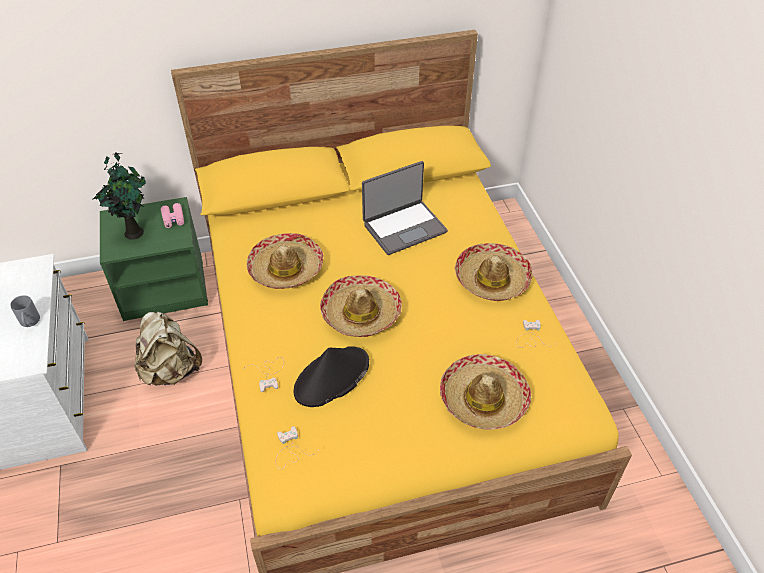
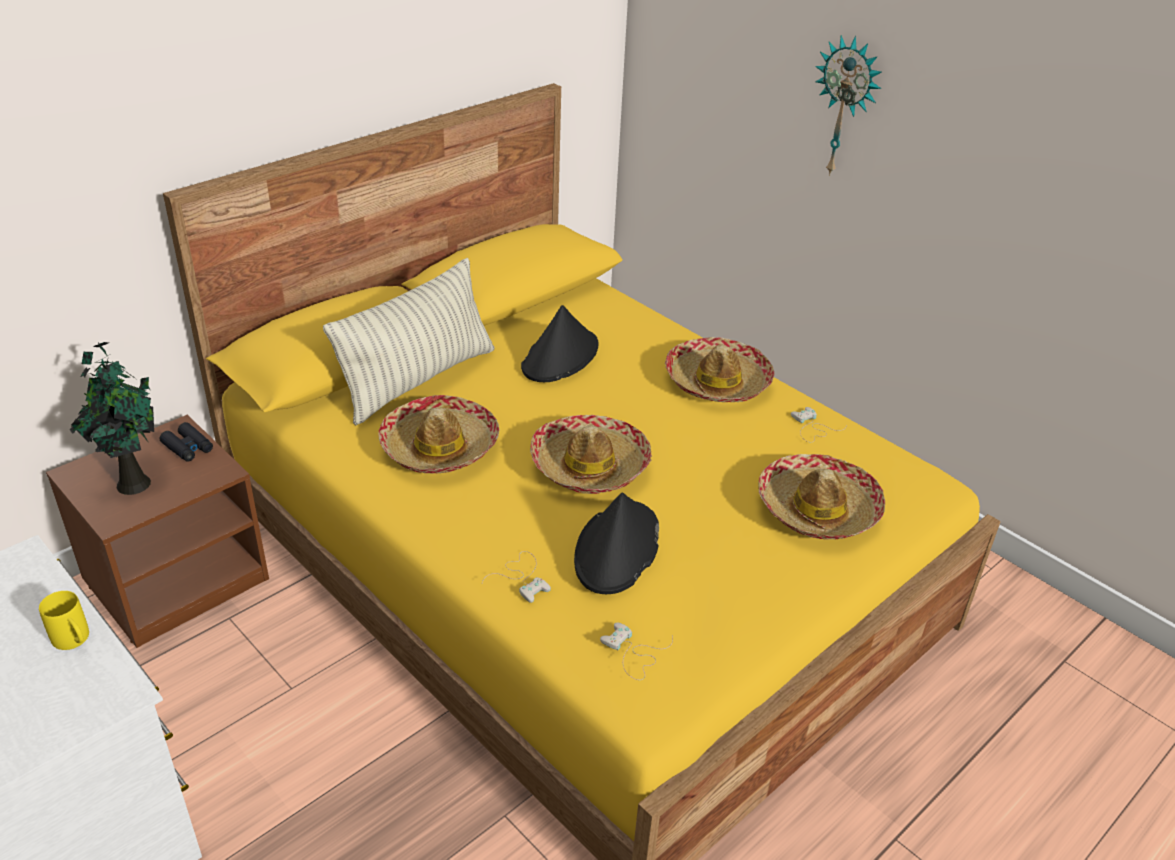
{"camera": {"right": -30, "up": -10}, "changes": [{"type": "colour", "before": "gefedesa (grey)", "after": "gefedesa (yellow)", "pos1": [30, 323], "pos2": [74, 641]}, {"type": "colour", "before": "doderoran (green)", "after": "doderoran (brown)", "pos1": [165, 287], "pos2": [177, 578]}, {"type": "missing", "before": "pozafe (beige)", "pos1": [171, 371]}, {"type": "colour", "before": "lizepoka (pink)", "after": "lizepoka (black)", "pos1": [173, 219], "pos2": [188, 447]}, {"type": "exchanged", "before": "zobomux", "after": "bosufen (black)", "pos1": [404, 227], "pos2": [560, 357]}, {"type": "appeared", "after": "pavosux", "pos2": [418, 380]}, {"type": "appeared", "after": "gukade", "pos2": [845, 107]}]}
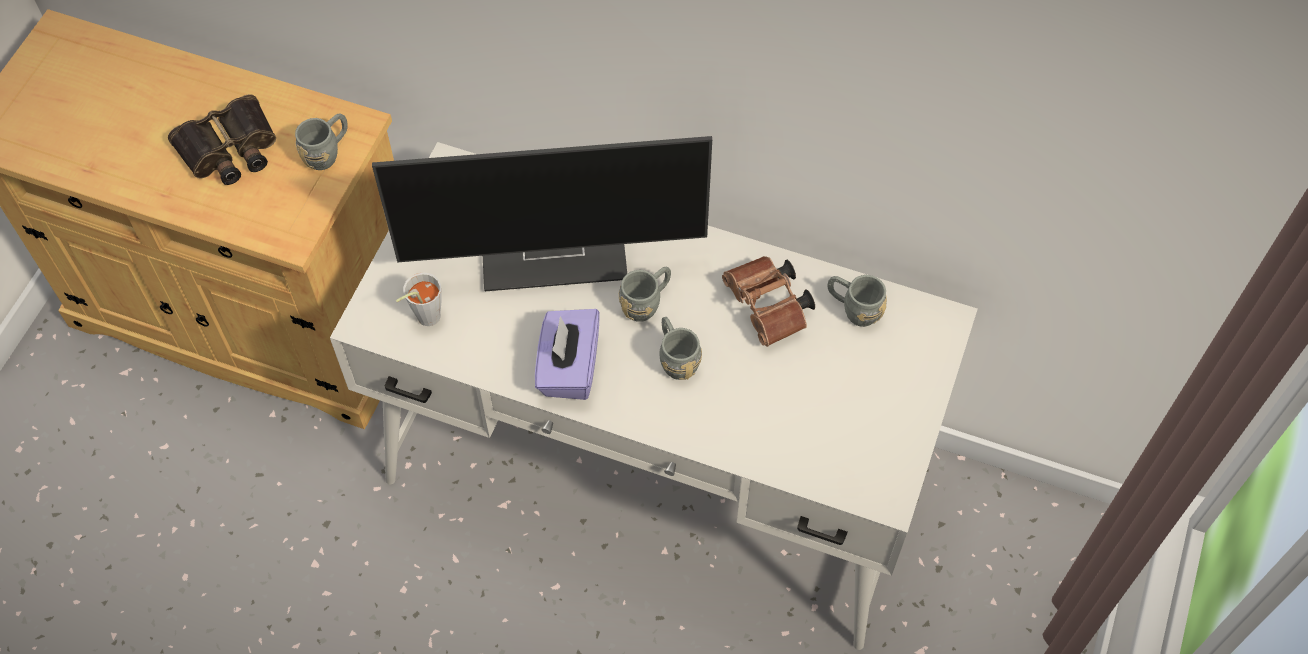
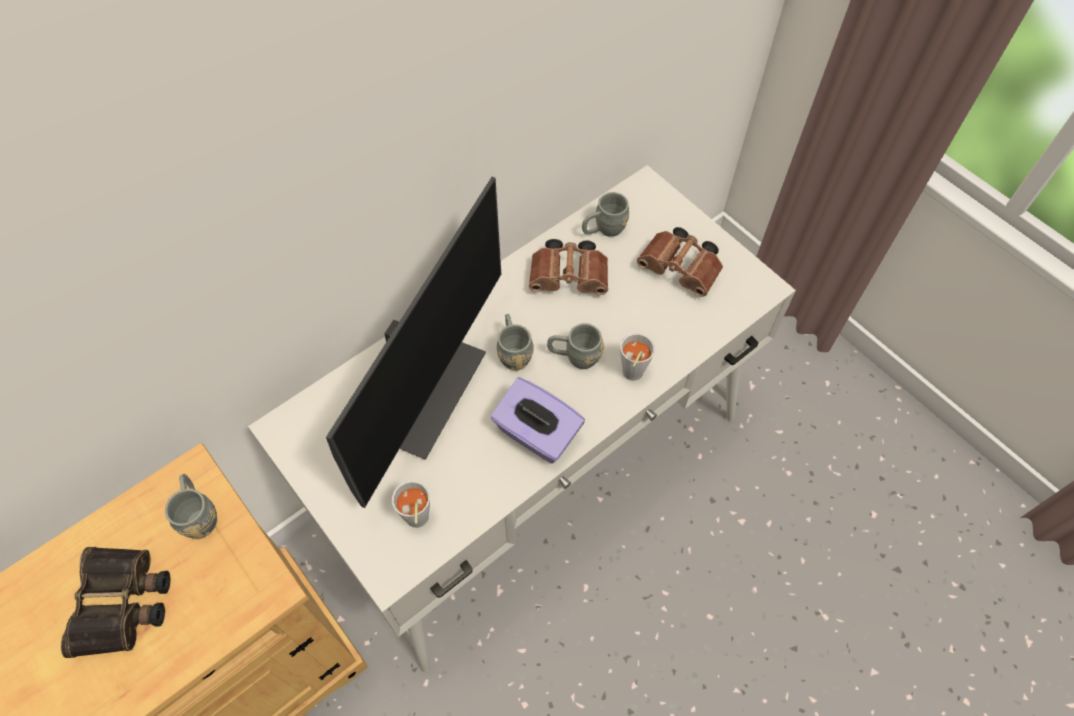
{"camera": {"right": -60, "up": 0}, "changes": [{"type": "appeared", "after": "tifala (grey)", "pos2": [630, 375]}, {"type": "appeared", "after": "lizepoka (brown)", "pos2": [682, 270]}]}
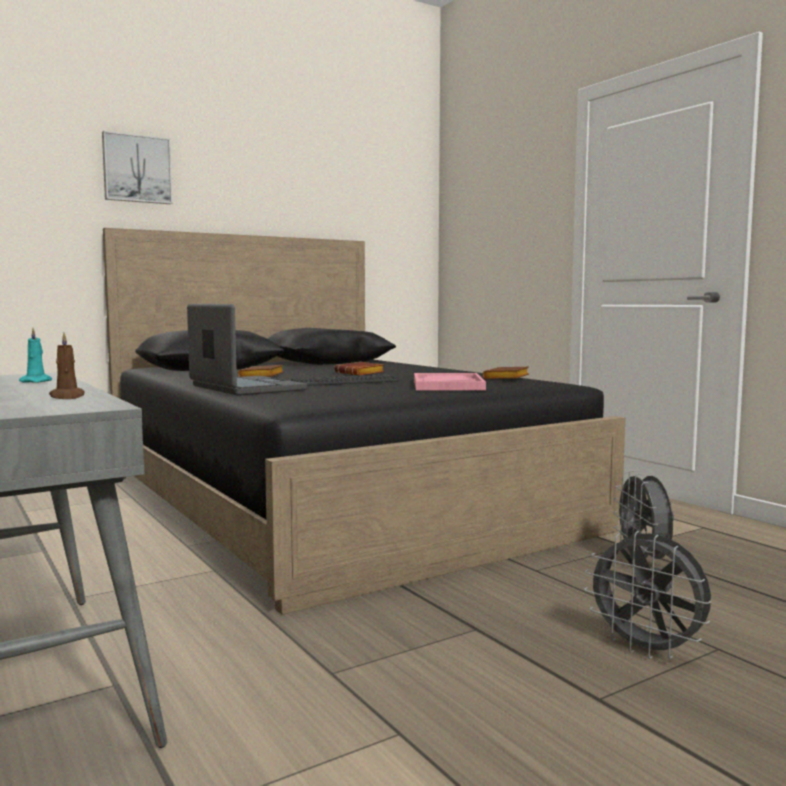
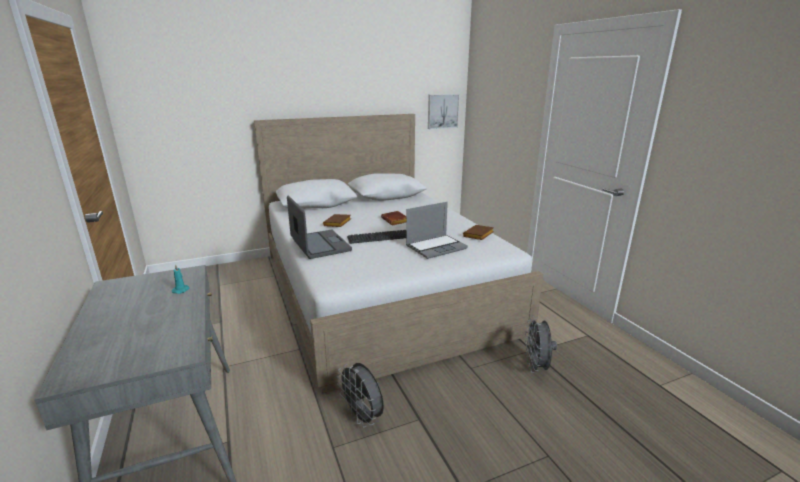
{"camera": {"right": 10, "up": 15}, "changes": [{"type": "missing", "before": "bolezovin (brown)", "pos1": [67, 397]}, {"type": "relocated", "before": "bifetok", "pos1": [137, 169], "pos2": [442, 111]}, {"type": "colour", "before": "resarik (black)", "after": "resarik (white)", "pos1": [335, 500], "pos2": [381, 288]}, {"type": "exchanged", "before": "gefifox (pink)", "after": "zobomux", "pos1": [447, 385], "pos2": [436, 247]}, {"type": "relocated", "before": "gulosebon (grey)", "pos1": [648, 650], "pos2": [363, 417]}]}
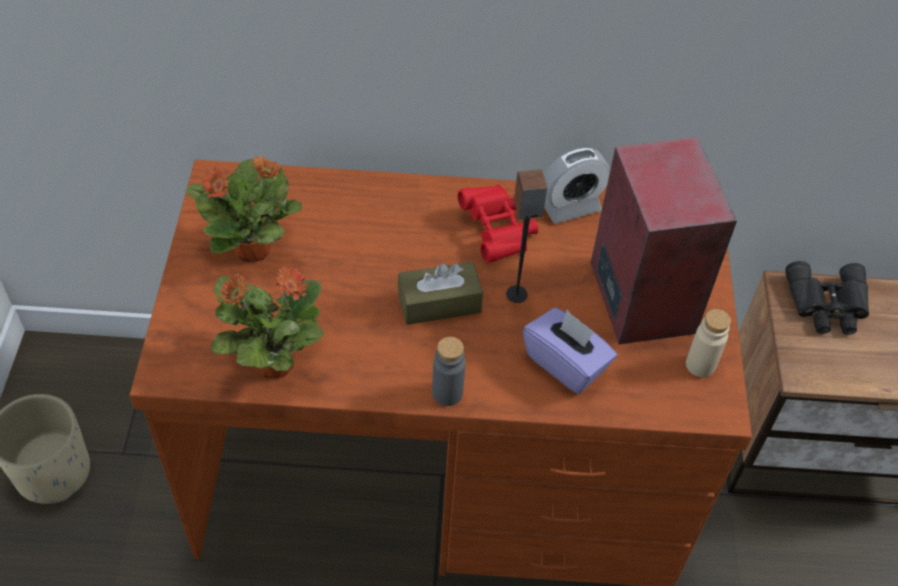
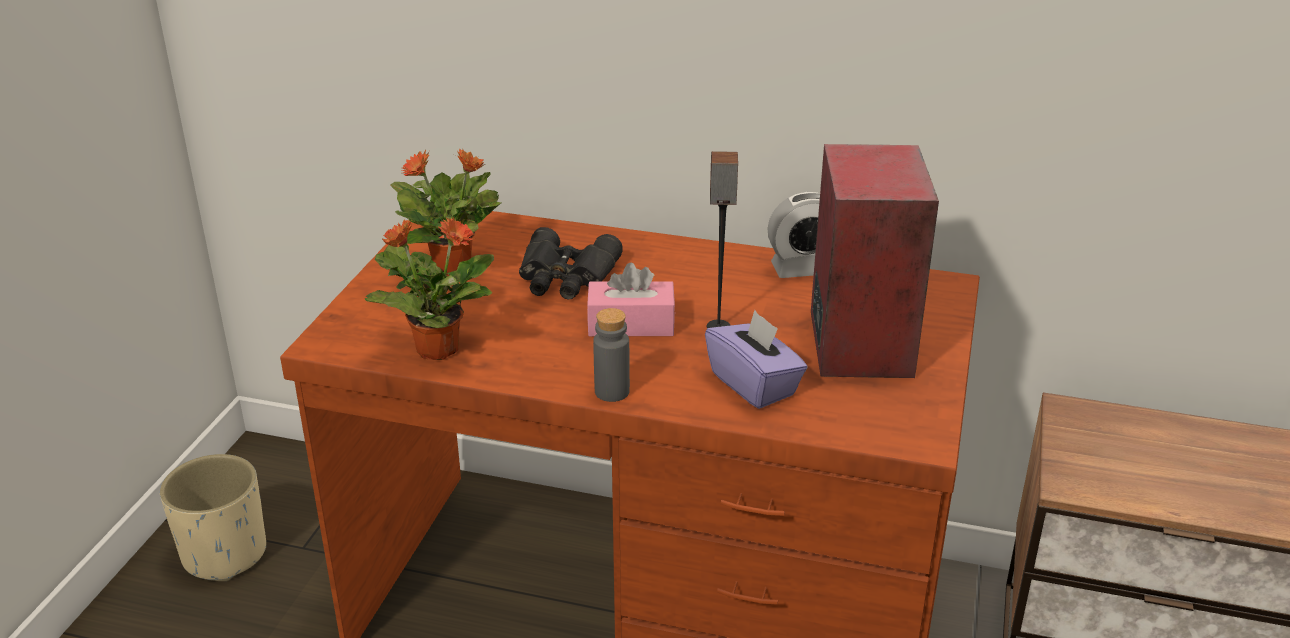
{"camera": {"right": 15, "up": -20}, "changes": [{"type": "colour", "before": "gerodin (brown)", "after": "gerodin (pink)", "pos1": [439, 303], "pos2": [631, 324]}, {"type": "missing", "before": "lizepoka (red)", "pos1": [498, 232]}, {"type": "missing", "before": "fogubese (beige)", "pos1": [700, 365]}, {"type": "relocated", "before": "lizepoka (black)", "pos1": [827, 305], "pos2": [566, 277]}]}
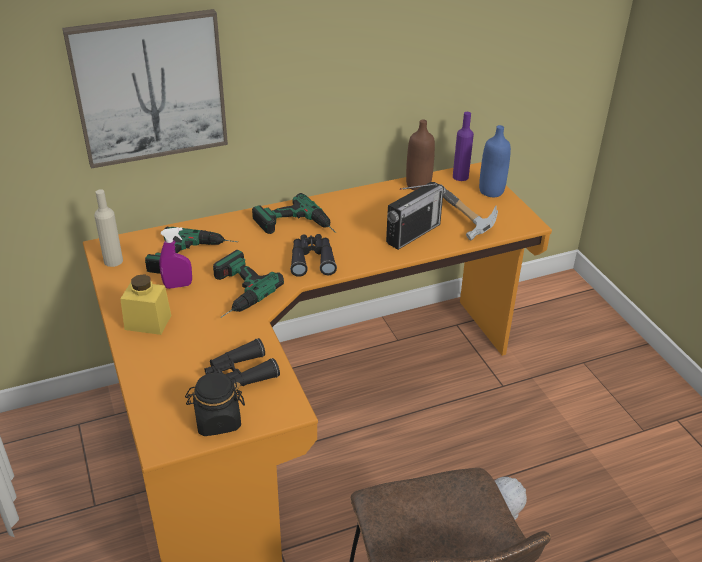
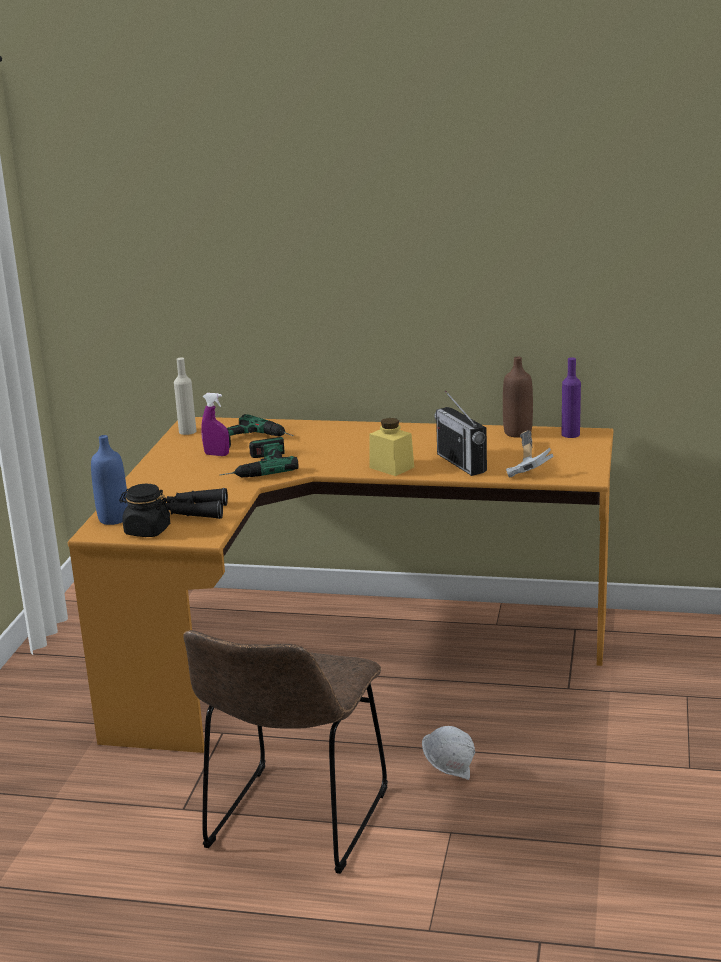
{"camera": {"right": 35, "up": -15}, "changes": [{"type": "missing", "before": "bifetok", "pos1": [150, 88]}, {"type": "relocated", "before": "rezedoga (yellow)", "pos1": [148, 322], "pos2": [391, 467]}, {"type": "missing", "before": "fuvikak", "pos1": [297, 227]}, {"type": "missing", "before": "lizepoka (black)", "pos1": [312, 260]}, {"type": "spun", "before": "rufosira", "pos1": [413, 233], "pos2": [461, 463], "turn": 75}, {"type": "relocated", "before": "fogubese (blue)", "pos1": [491, 191], "pos2": [113, 519]}]}
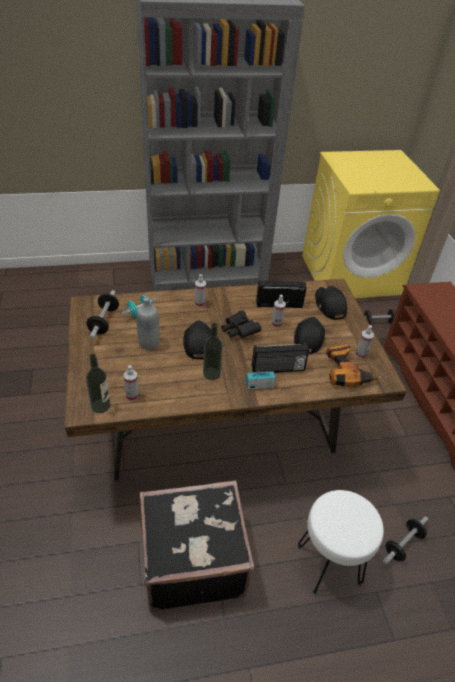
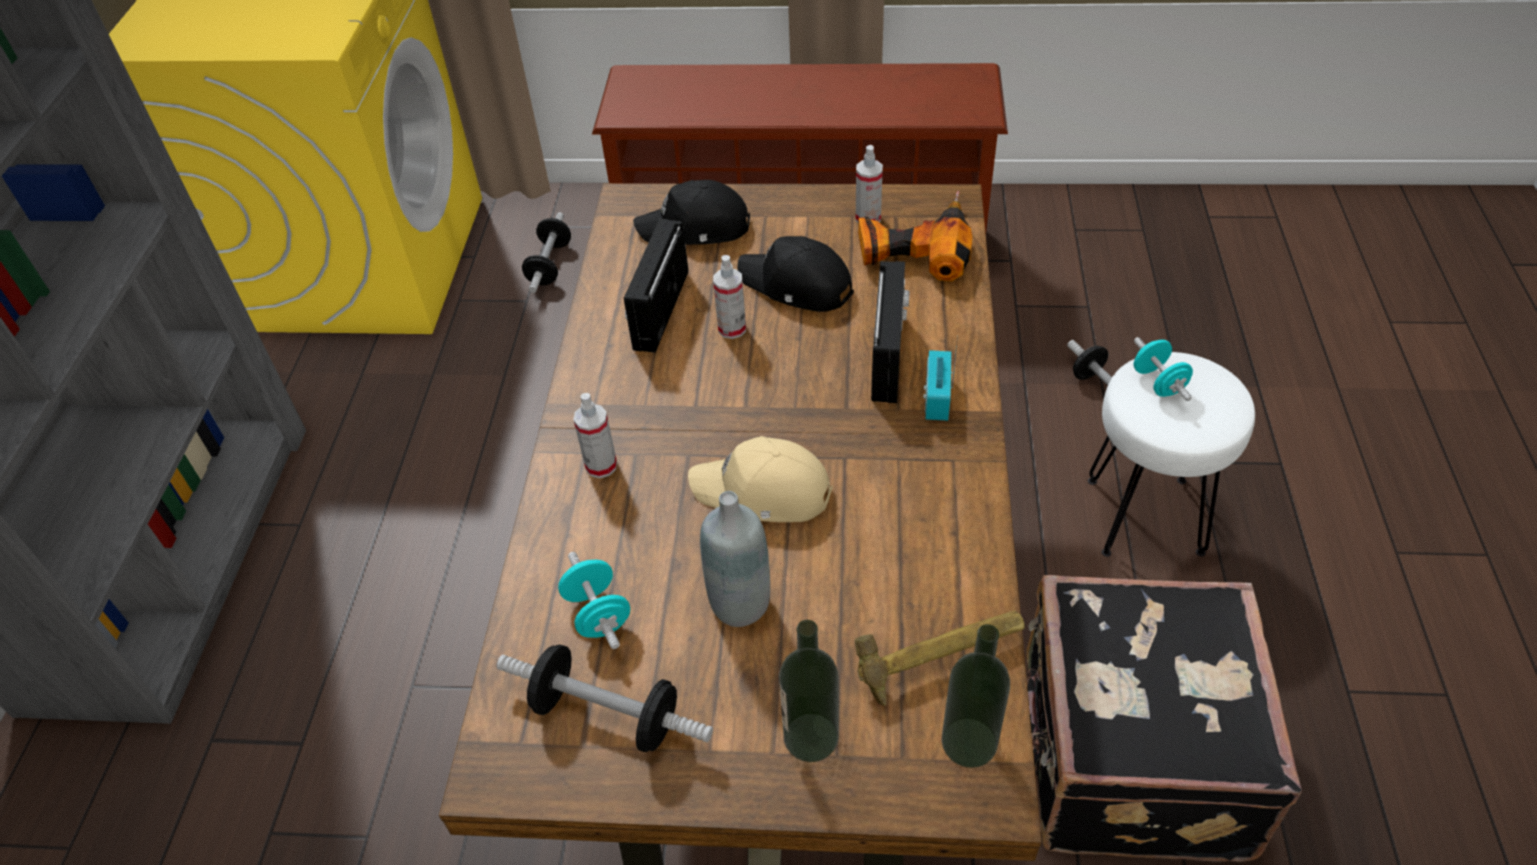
{"camera": {"right": -70, "up": 5}, "changes": [{"type": "exchanged", "before": "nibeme", "after": "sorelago", "pos1": [132, 396], "pos2": [939, 662]}, {"type": "colour", "before": "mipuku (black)", "after": "mipuku (beige)", "pos1": [198, 342], "pos2": [763, 492]}, {"type": "relocated", "before": "fogubese", "pos1": [211, 373], "pos2": [811, 737]}, {"type": "missing", "before": "lizepoka (black)", "pos1": [239, 331]}, {"type": "appeared", "after": "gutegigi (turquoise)", "pos2": [1158, 383]}]}
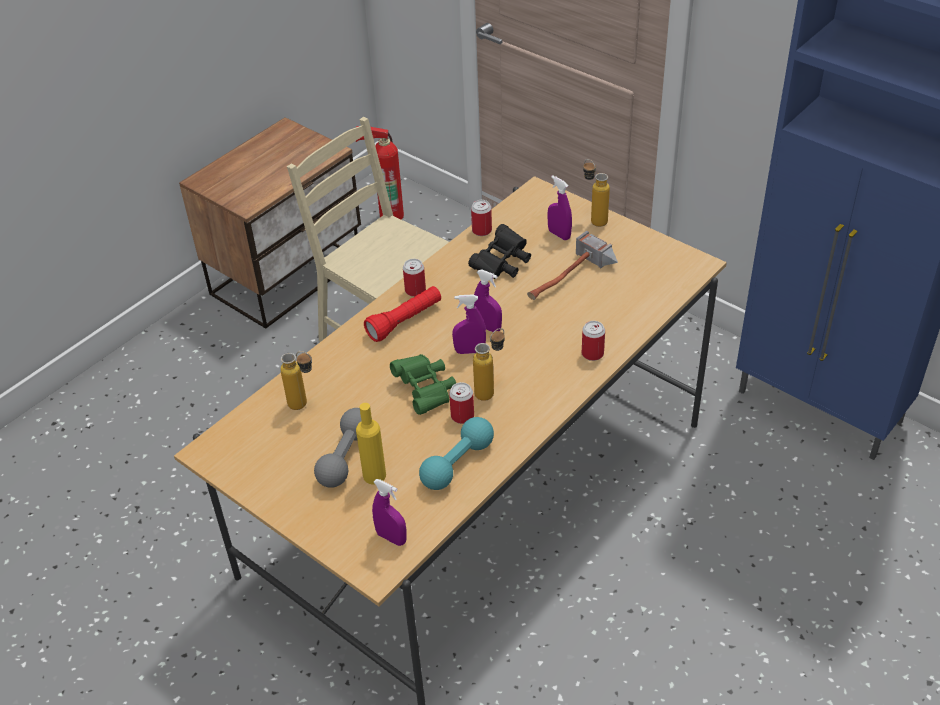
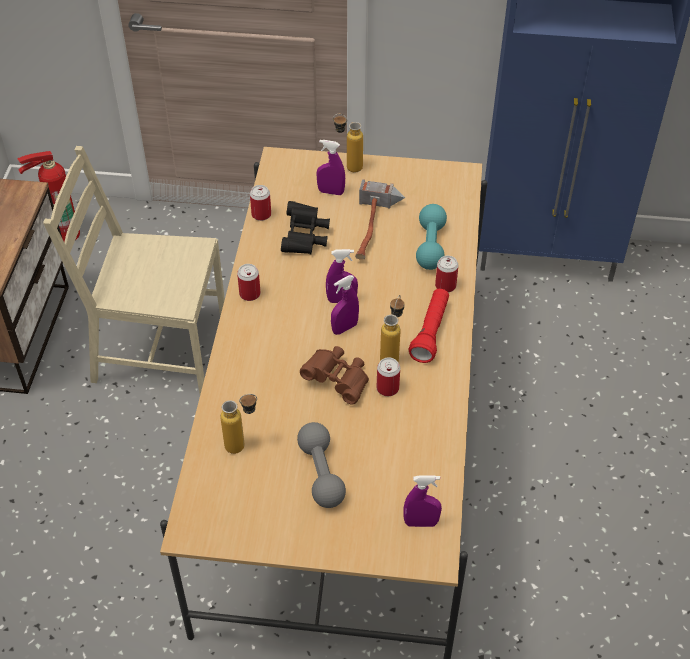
{"camera": {"right": -35, "up": 5}, "changes": [{"type": "missing", "before": "fogubese (yellow)", "pos1": [374, 475]}, {"type": "relocated", "before": "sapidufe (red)", "pos1": [405, 321], "pos2": [430, 332]}, {"type": "colour", "before": "lizepoka (green)", "after": "lizepoka (brown)", "pos1": [426, 391], "pos2": [338, 380]}, {"type": "relocated", "before": "gutegigi (turquoise)", "pos1": [457, 463], "pos2": [430, 246]}]}
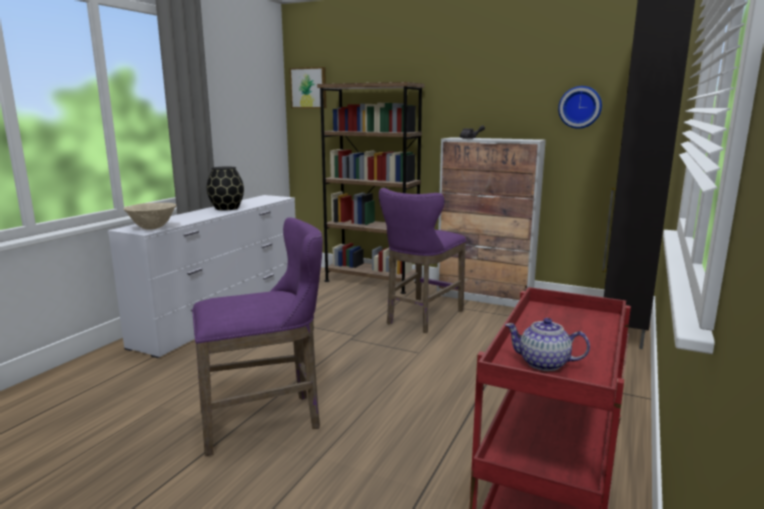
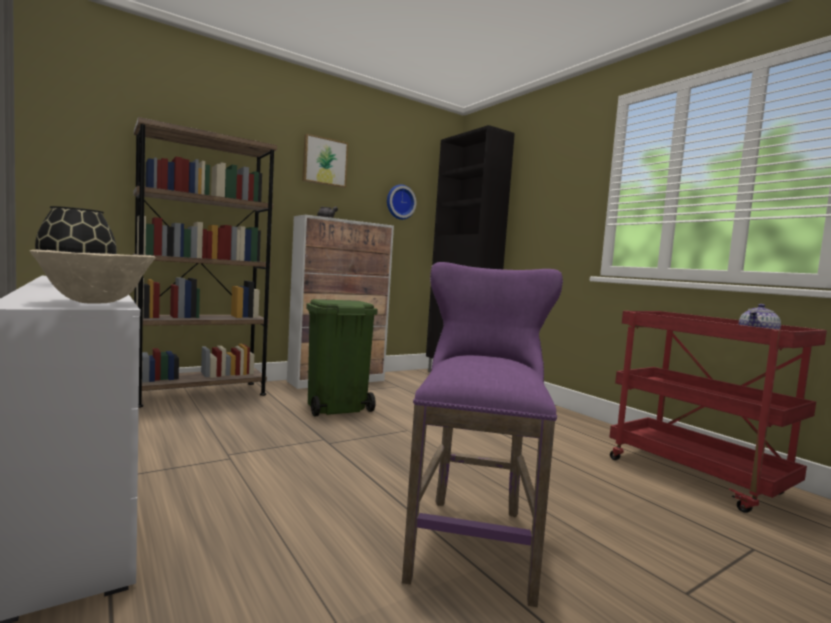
{"camera": {"right": -60, "up": -10}, "changes": [{"type": "relocated", "before": "bifetok", "pos1": [309, 88], "pos2": [324, 162]}, {"type": "exchanged", "before": "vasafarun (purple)", "after": "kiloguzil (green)", "pos1": [421, 318], "pos2": [336, 407]}]}
